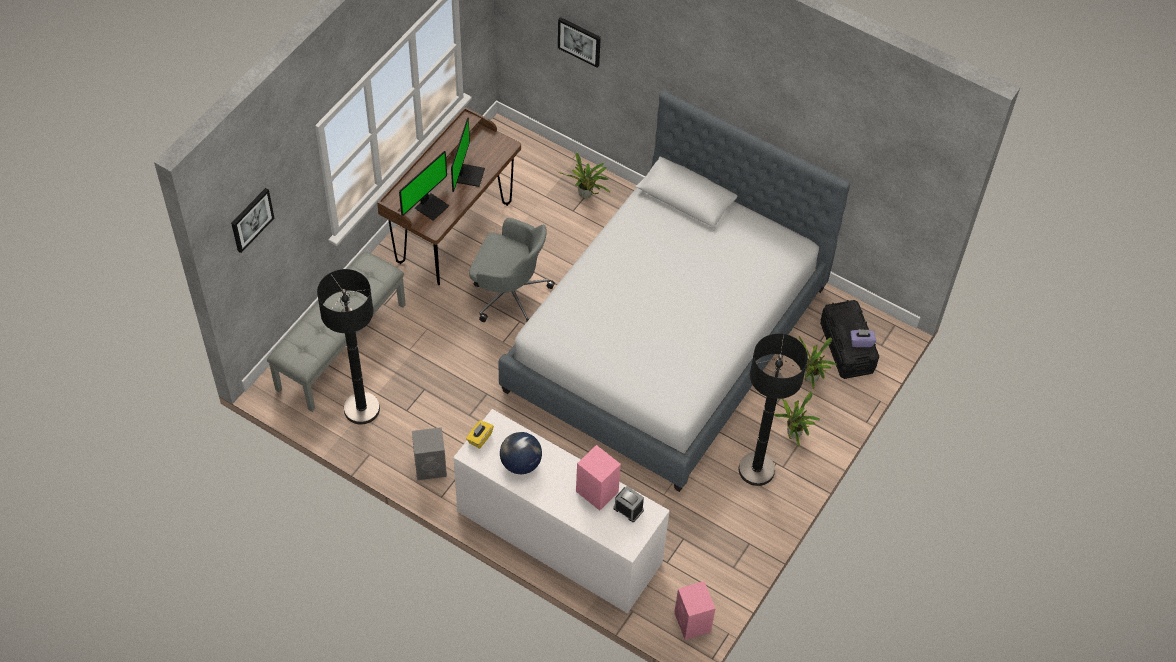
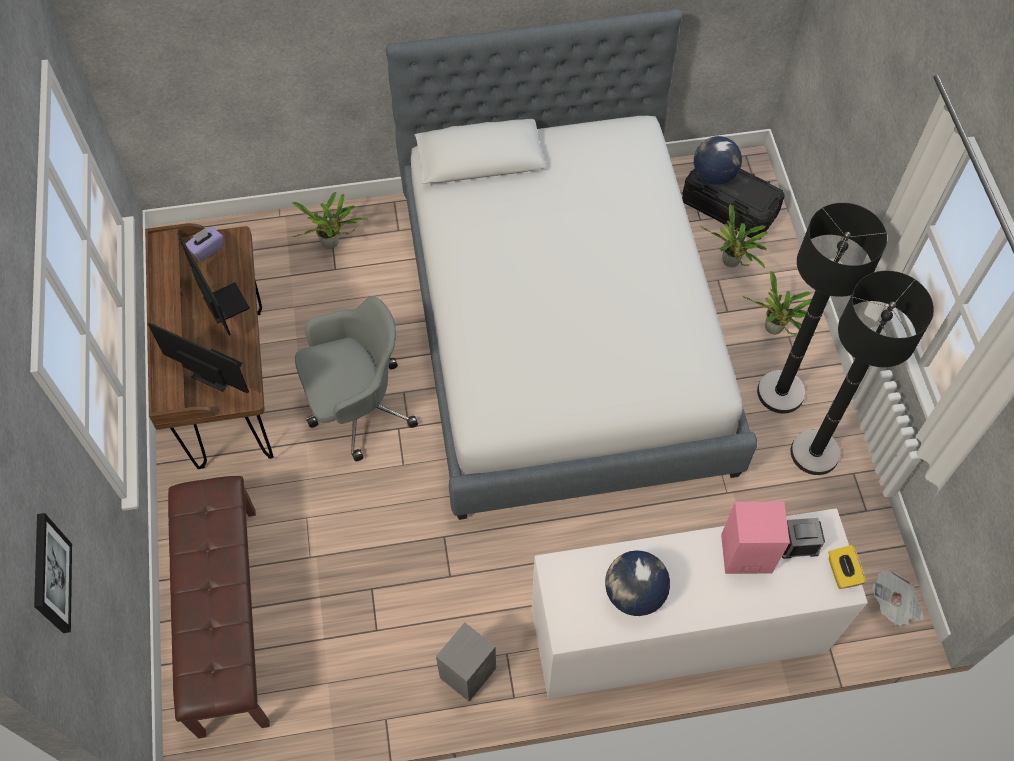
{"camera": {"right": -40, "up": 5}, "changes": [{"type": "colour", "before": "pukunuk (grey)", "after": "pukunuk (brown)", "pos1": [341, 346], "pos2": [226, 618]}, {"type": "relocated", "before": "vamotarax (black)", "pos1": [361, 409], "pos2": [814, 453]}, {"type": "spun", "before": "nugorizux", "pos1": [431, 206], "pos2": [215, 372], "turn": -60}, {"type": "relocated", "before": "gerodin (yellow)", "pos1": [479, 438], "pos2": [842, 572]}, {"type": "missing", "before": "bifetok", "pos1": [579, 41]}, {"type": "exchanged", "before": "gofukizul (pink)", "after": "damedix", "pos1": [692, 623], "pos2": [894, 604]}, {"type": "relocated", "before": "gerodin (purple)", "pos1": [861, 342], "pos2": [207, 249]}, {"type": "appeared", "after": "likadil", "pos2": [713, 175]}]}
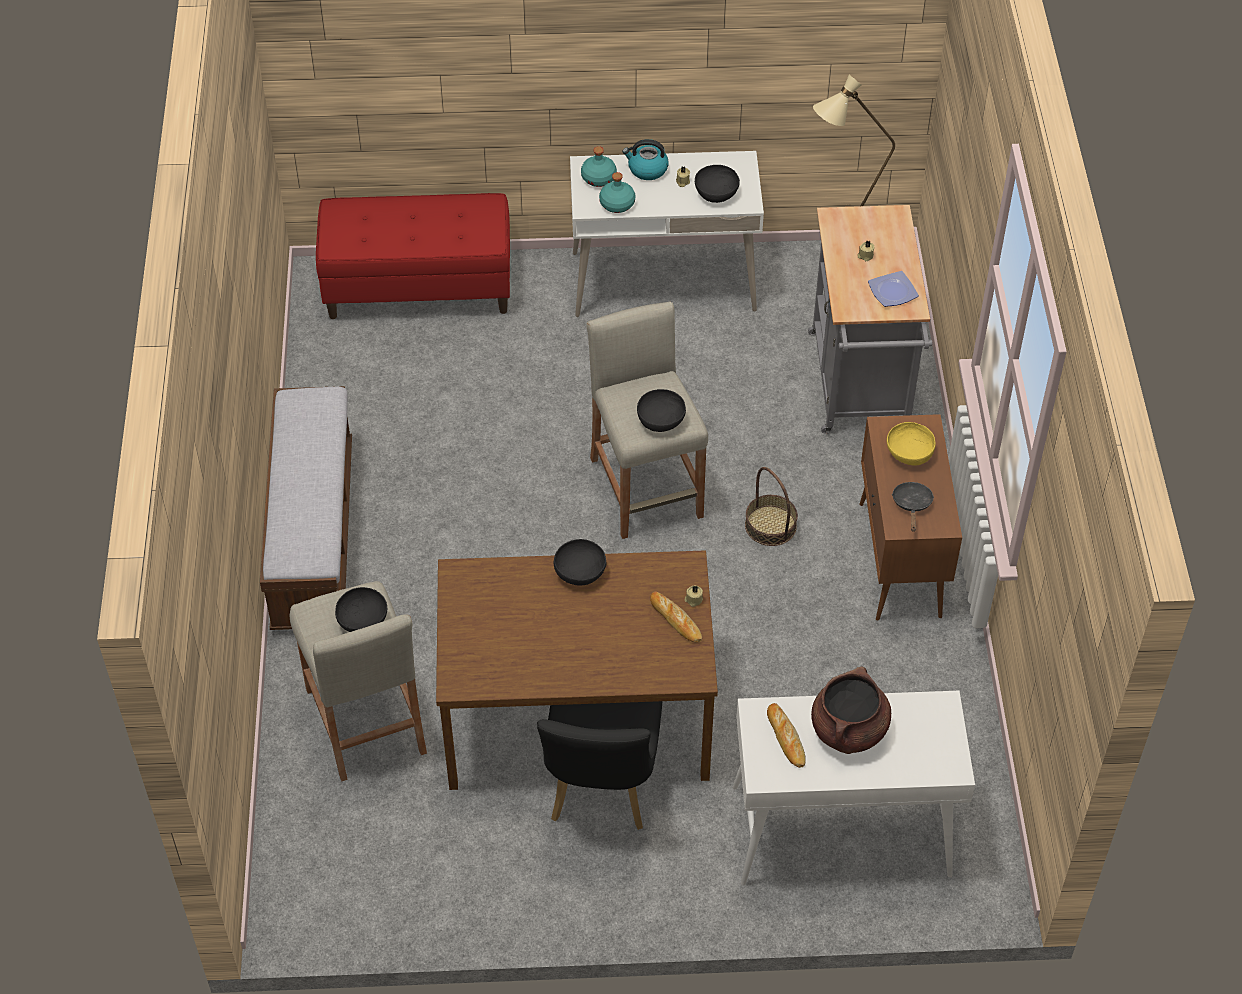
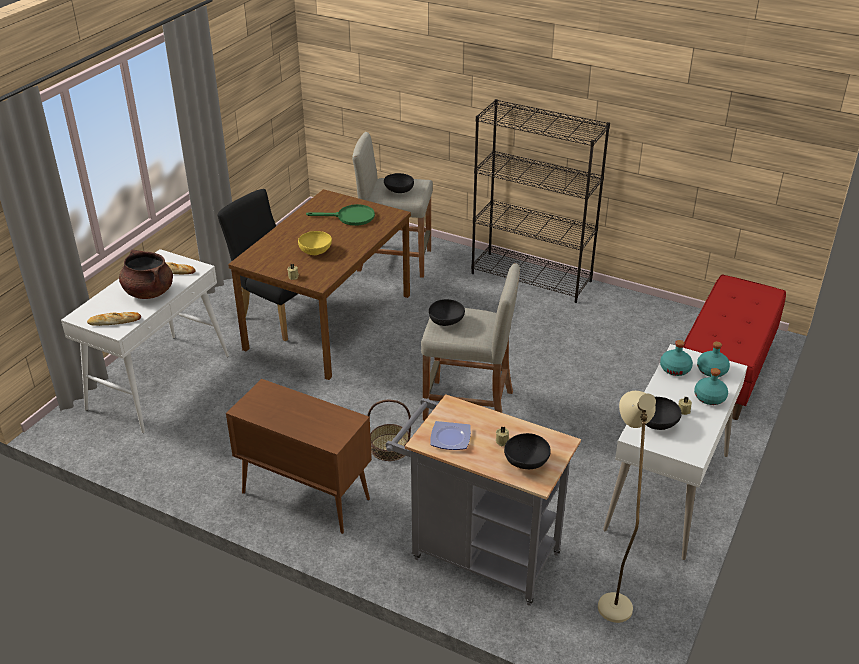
{"camera": {"right": 120, "up": -15}, "changes": [{"type": "exchanged", "before": "pukunuk", "after": "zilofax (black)", "pos1": [314, 535], "pos2": [532, 277]}, {"type": "relocated", "before": "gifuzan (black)", "pos1": [580, 572], "pos2": [526, 462]}, {"type": "exchanged", "before": "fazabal", "after": "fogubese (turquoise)", "pos1": [647, 169], "pos2": [709, 397]}, {"type": "relocated", "before": "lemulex", "pos1": [675, 620], "pos2": [114, 321]}, {"type": "relocated", "before": "gifuzan (yellow)", "pos1": [908, 453], "pos2": [316, 251]}, {"type": "missing", "before": "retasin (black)", "pos1": [912, 505]}, {"type": "appeared", "after": "retasin (green)", "pos2": [350, 217]}]}
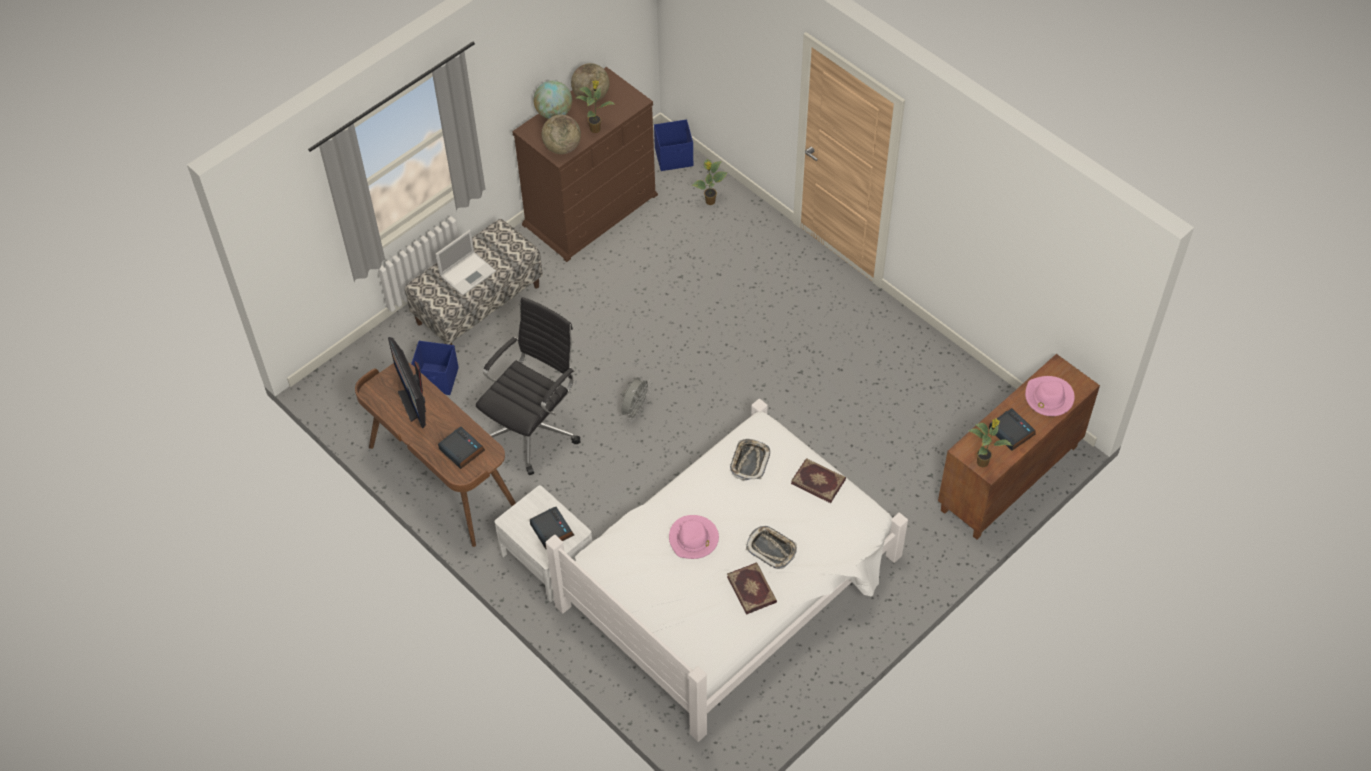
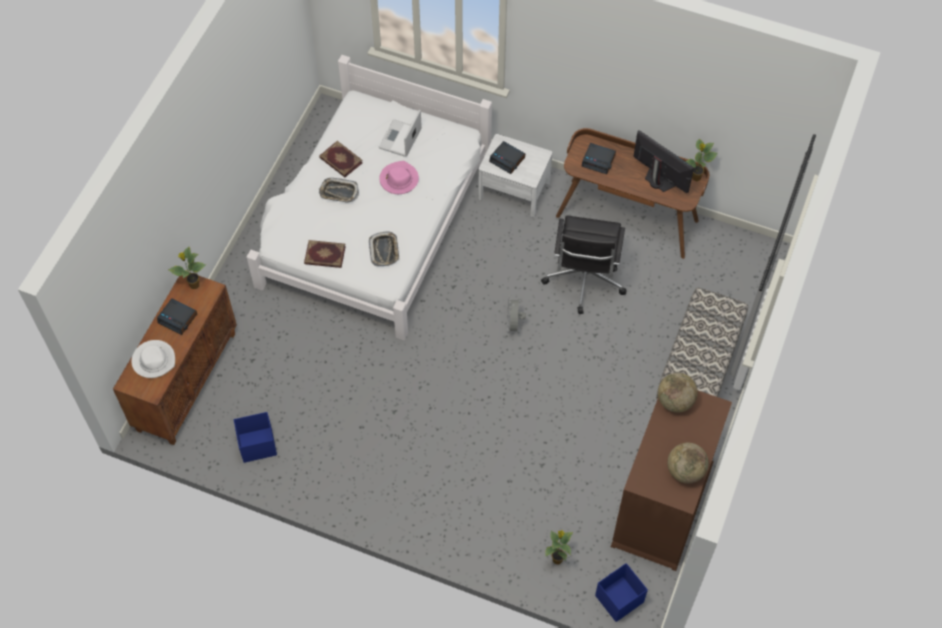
{"camera": {"right": 155, "up": 5}, "changes": [{"type": "relocated", "before": "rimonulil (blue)", "pos1": [437, 379], "pos2": [257, 445]}, {"type": "relocated", "before": "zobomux", "pos1": [468, 273], "pos2": [400, 139]}, {"type": "missing", "before": "likadil", "pos1": [554, 113]}, {"type": "relocated", "before": "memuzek", "pos1": [596, 128], "pos2": [696, 178]}, {"type": "colour", "before": "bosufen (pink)", "after": "bosufen (white)", "pos1": [1048, 398], "pos2": [154, 360]}]}
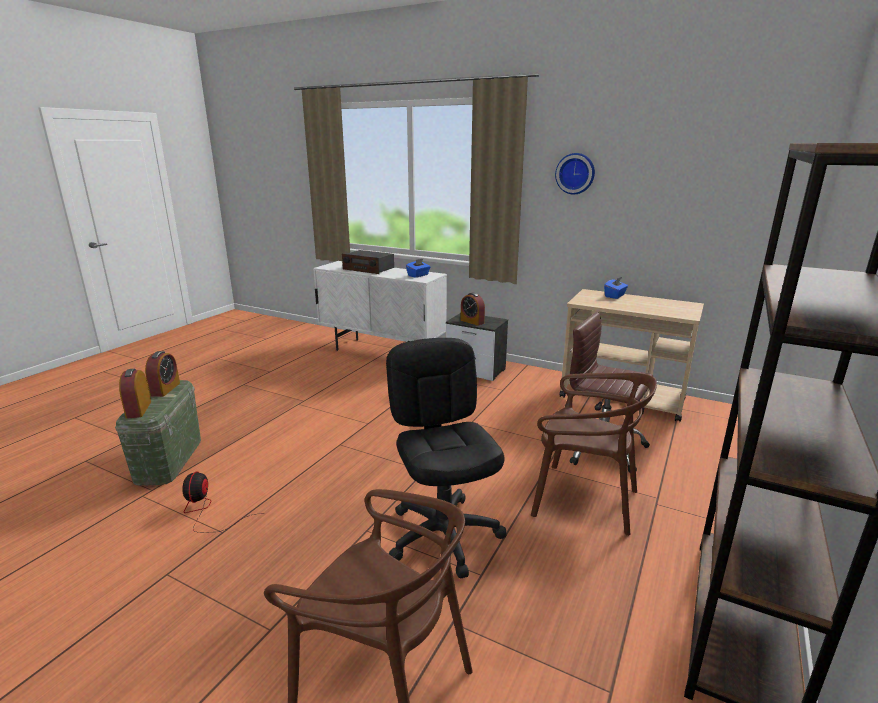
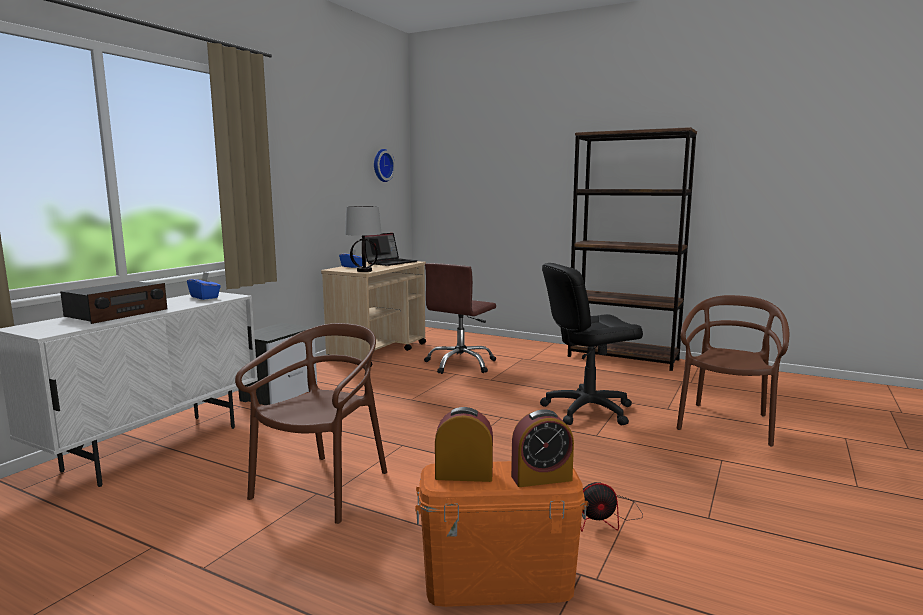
{"camera": {"right": -90, "up": -10}, "changes": [{"type": "colour", "before": "rimonulil (green)", "after": "rimonulil (orange)", "pos1": [169, 459], "pos2": [498, 582]}, {"type": "missing", "before": "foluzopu", "pos1": [472, 321]}, {"type": "relocated", "before": "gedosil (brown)", "pos1": [584, 500], "pos2": [323, 488]}, {"type": "relocated", "before": "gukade", "pos1": [575, 173], "pos2": [381, 165]}, {"type": "appeared", "after": "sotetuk", "pos2": [364, 271]}, {"type": "appeared", "after": "zobomux", "pos2": [390, 262]}]}
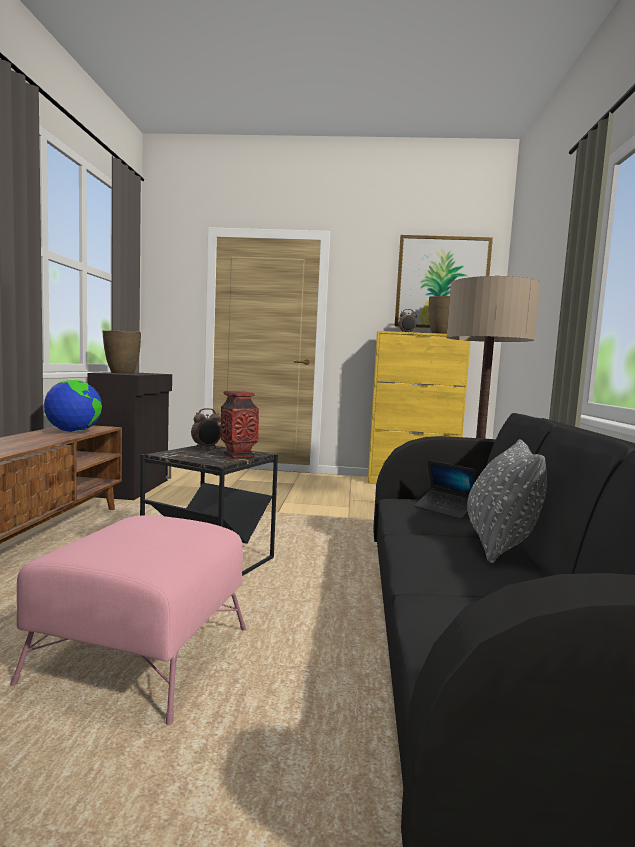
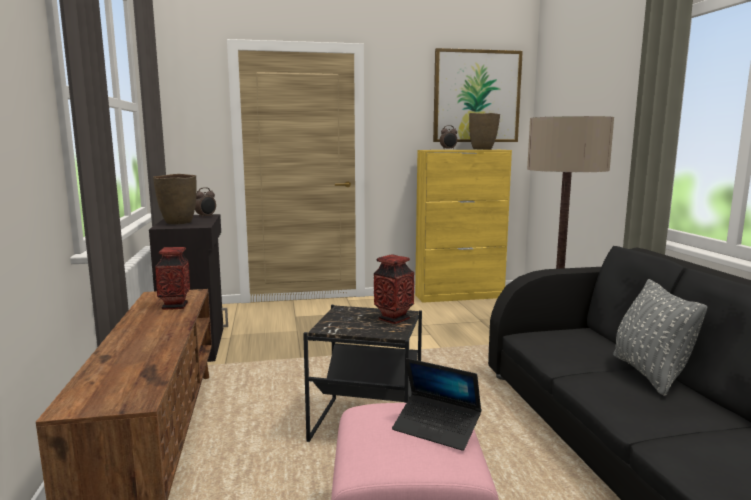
{"camera": {"right": -15, "up": 5}, "changes": [{"type": "exchanged", "before": "likadil", "after": "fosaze", "pos1": [73, 432], "pos2": [175, 306]}, {"type": "relocated", "before": "foluzopu", "pos1": [206, 448], "pos2": [206, 217]}, {"type": "relocated", "before": "zobomux", "pos1": [445, 509], "pos2": [436, 428]}]}
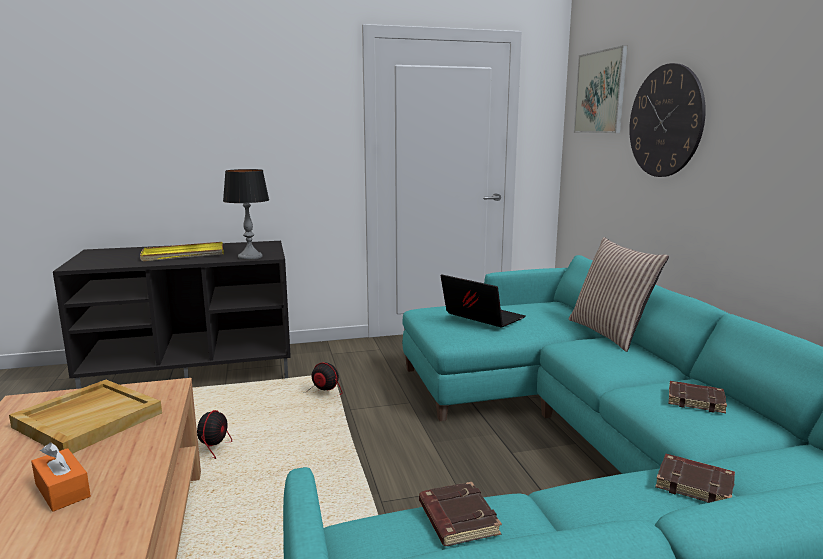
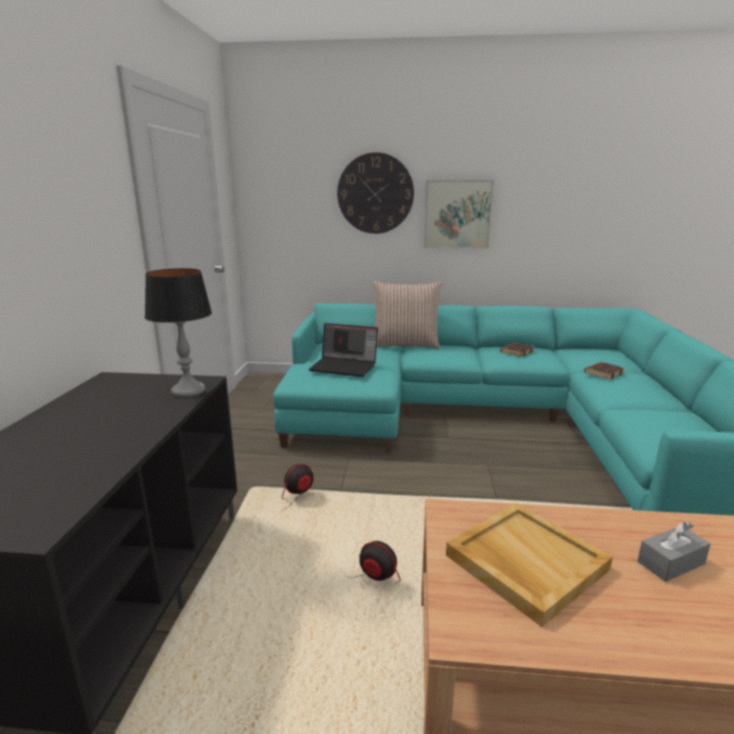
{"camera": {"right": -70, "up": 5}, "changes": [{"type": "colour", "before": "gerodin (orange)", "after": "gerodin (grey)", "pos1": [62, 490], "pos2": [670, 563]}, {"type": "missing", "before": "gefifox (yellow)", "pos1": [183, 255]}, {"type": "missing", "before": "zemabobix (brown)", "pos1": [456, 519]}, {"type": "spun", "before": "zobomux", "pos1": [481, 317], "pos2": [345, 366], "turn": -135}, {"type": "relocated", "before": "bifetok", "pos1": [600, 92], "pos2": [457, 214]}]}
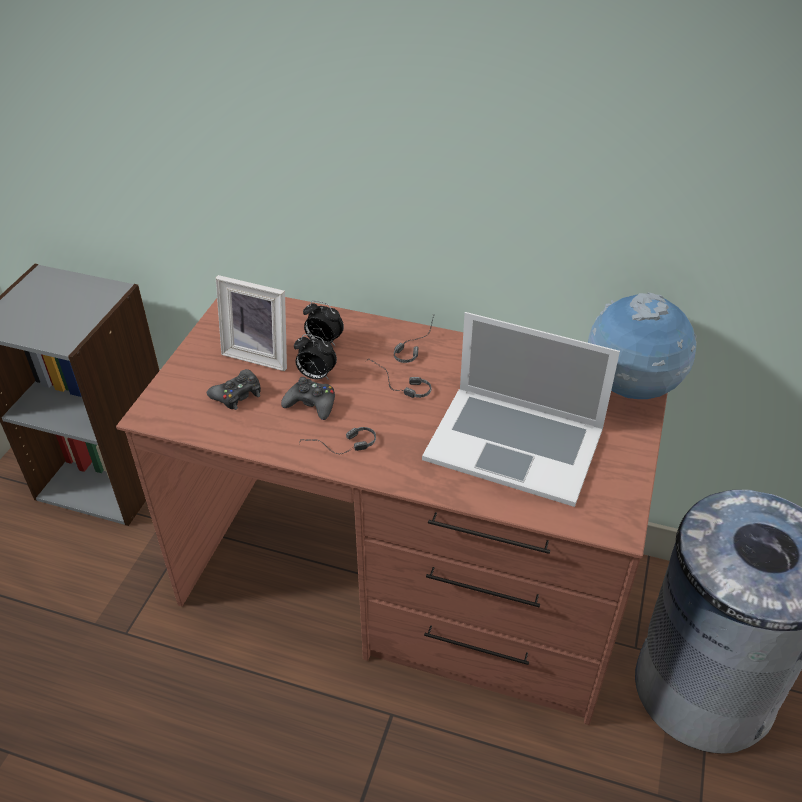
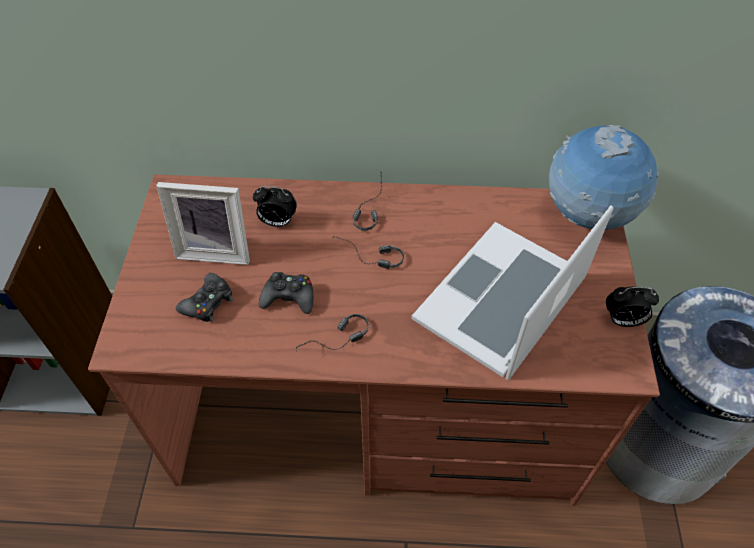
{"camera": {"right": -15, "up": 10}, "changes": [{"type": "relocated", "before": "foluzopu", "pos1": [316, 376], "pos2": [622, 320]}, {"type": "spun", "before": "zobomux", "pos1": [514, 443], "pos2": [502, 298], "turn": 120}]}
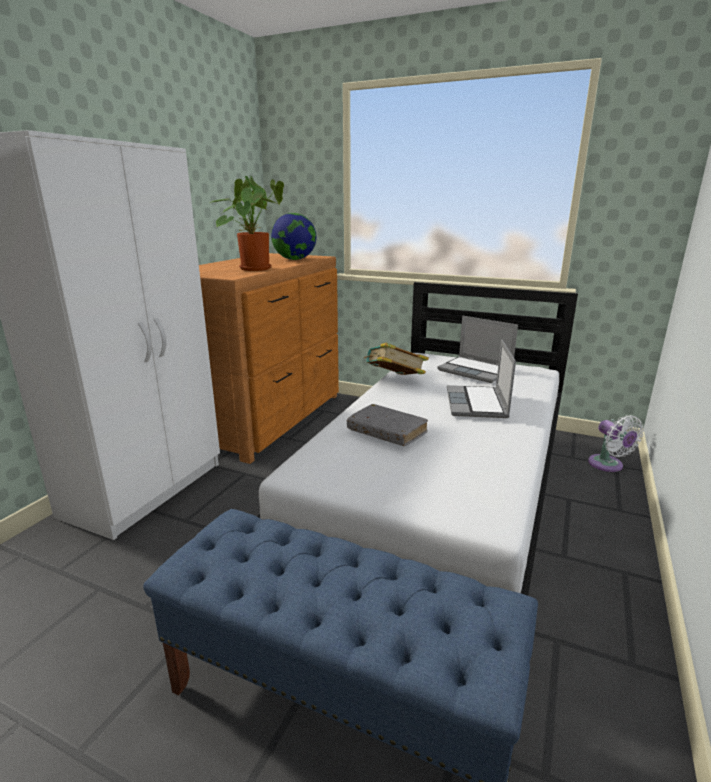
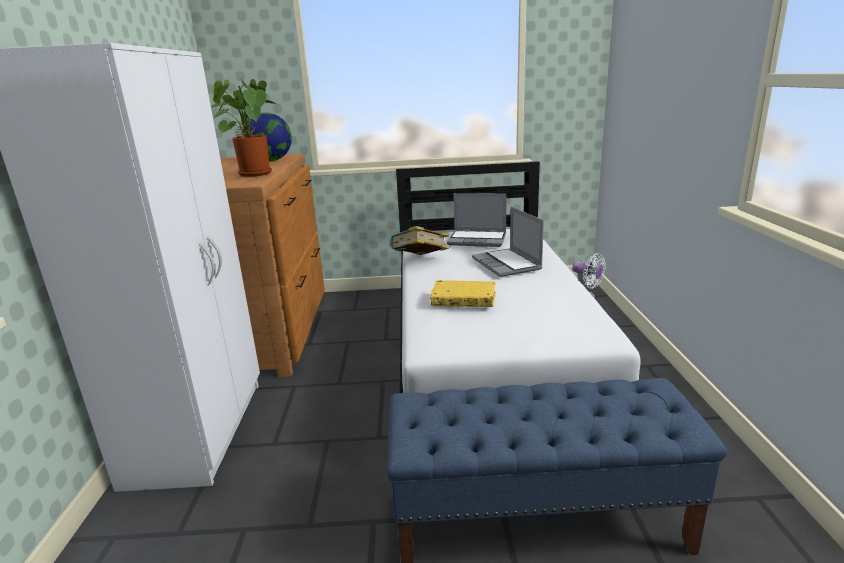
{"camera": {"right": -25, "up": 0}, "changes": [{"type": "colour", "before": "zemabobix (grey)", "after": "zemabobix (yellow)", "pos1": [387, 432], "pos2": [463, 301]}]}
